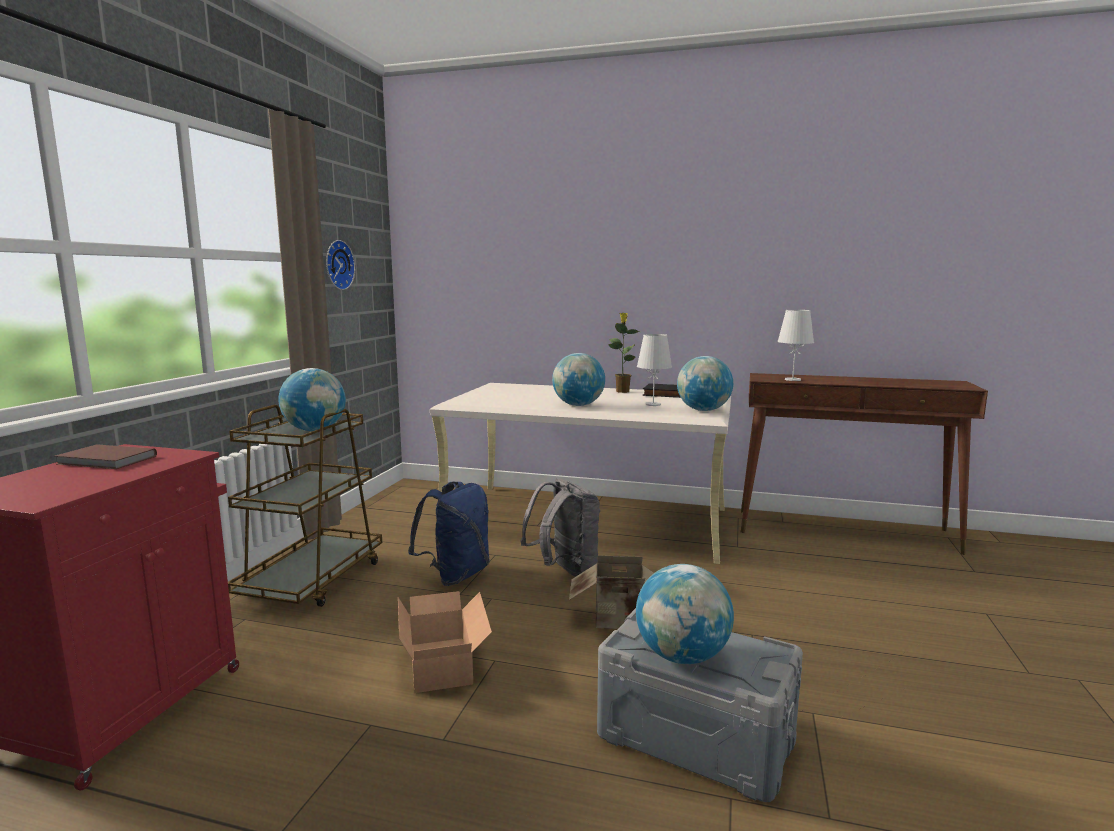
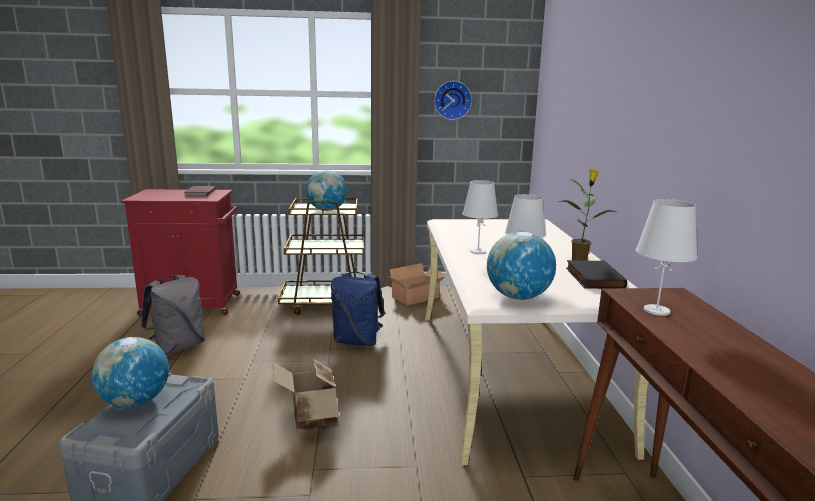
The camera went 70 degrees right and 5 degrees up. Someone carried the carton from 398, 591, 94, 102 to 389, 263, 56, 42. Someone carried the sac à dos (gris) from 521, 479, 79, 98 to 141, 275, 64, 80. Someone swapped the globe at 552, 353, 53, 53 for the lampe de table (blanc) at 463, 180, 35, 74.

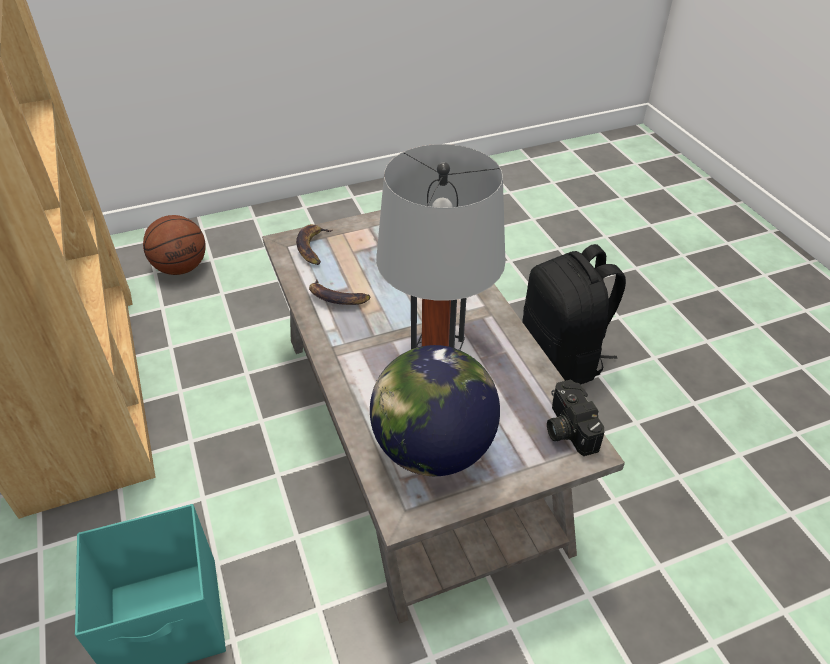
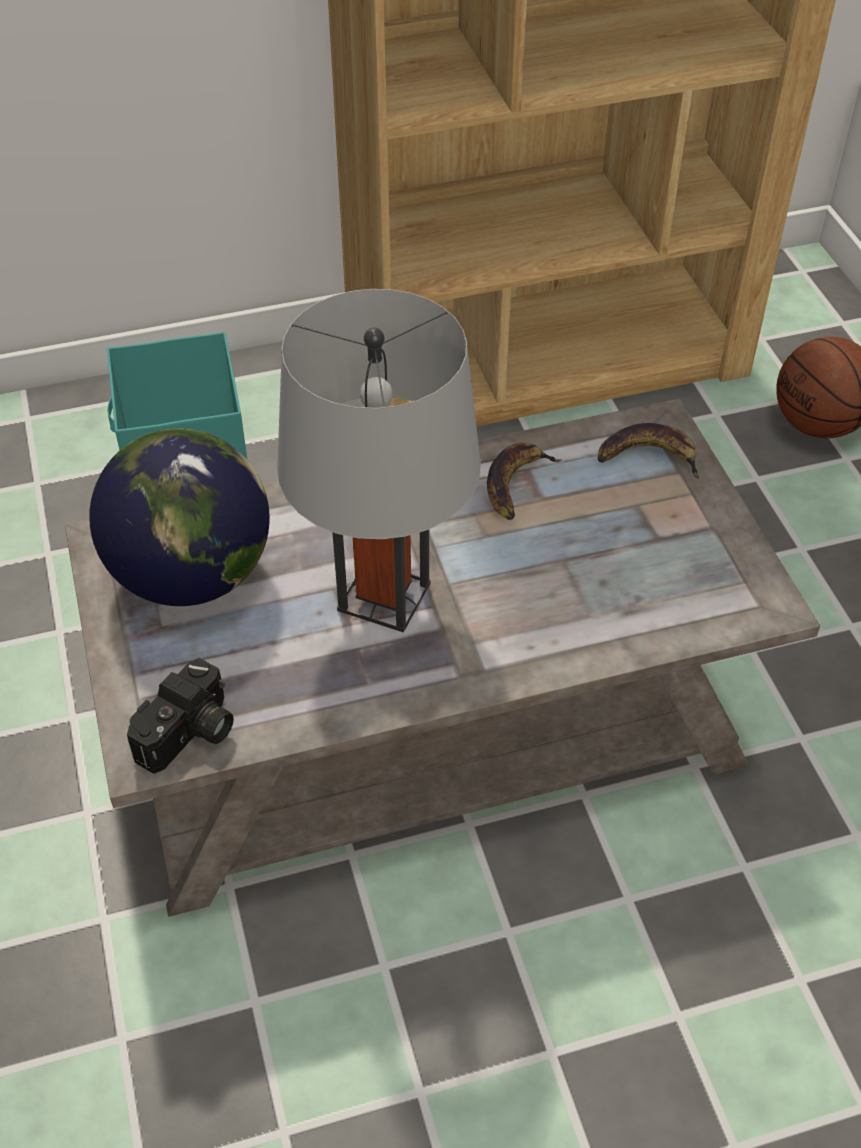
The camera went 95 degrees right and 5 degrees up. Someone took away the sac à dos (noir) at 522, 244, 104, 141. Someone rotated the appareil photo at 547, 379, 57, 77 by 135 degrees clockwise.

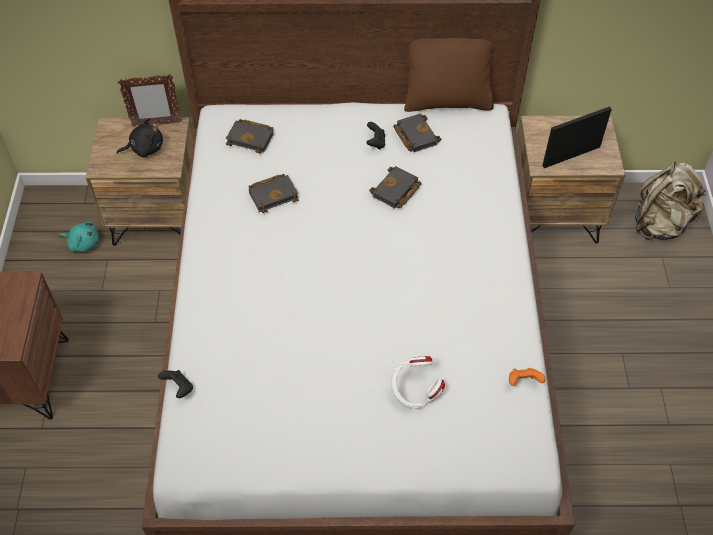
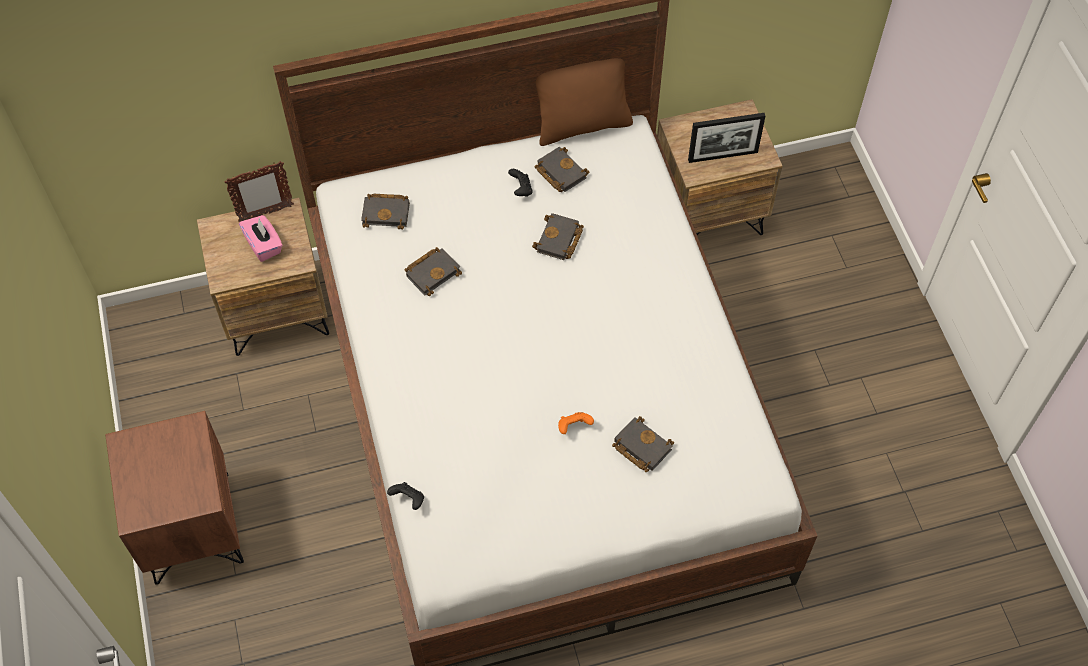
The camera went 15 degrees left and 5 degrees up. Someone took away the peluche (turquoise) at 59, 222, 40, 30. Someone swapped the peluche (noir) at 117, 118, 46, 39 for the boîte à mouchoirs (rose) at 239, 215, 44, 47. Someone swapped the casque audio (blanc) at 390, 356, 55, 52 for the livre (noir) at 612, 416, 62, 56. Someone carried the manette (orange) from 509, 368, 37, 18 to 558, 412, 36, 22. Someone rotated the cadre photo at 542, 106, 70, 62 by 150 degrees counterclockwise. Someone took away the sac à dos (beige) at 635, 161, 72, 79.

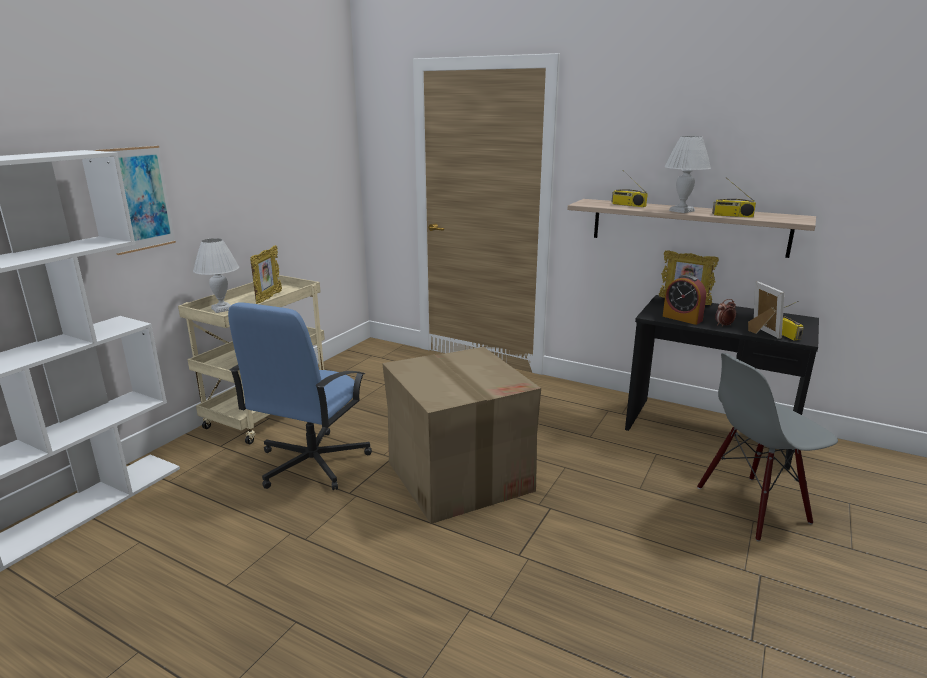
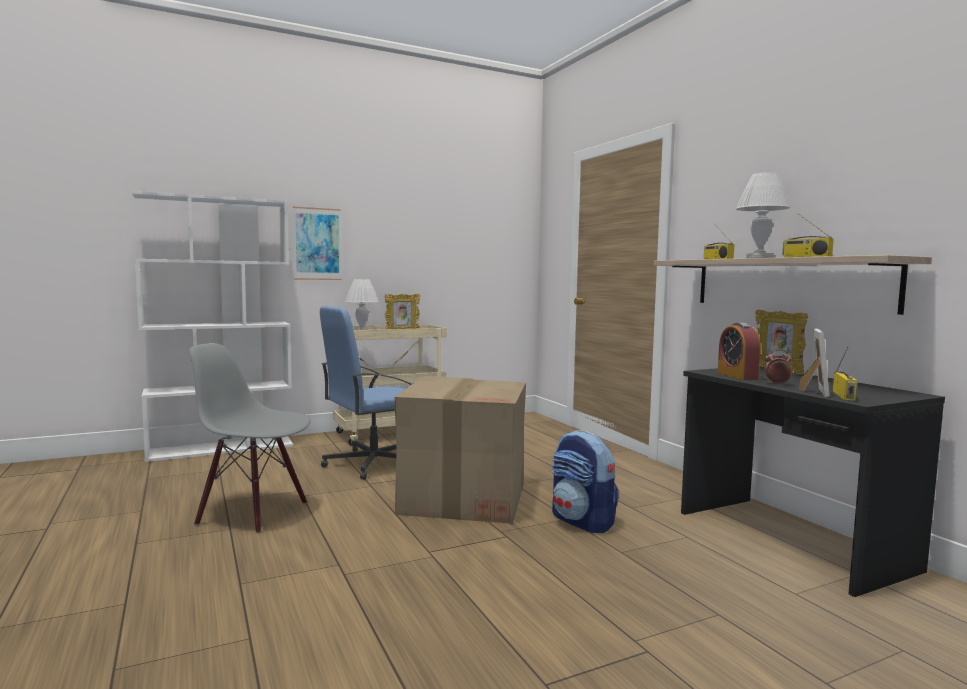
The camera went 35 degrees right and 15 degrees down. Someone carried the chaise (gris) from 697, 353, 141, 188 to 189, 343, 122, 190. Someone put down the sac à dos at 552, 430, 67, 103.

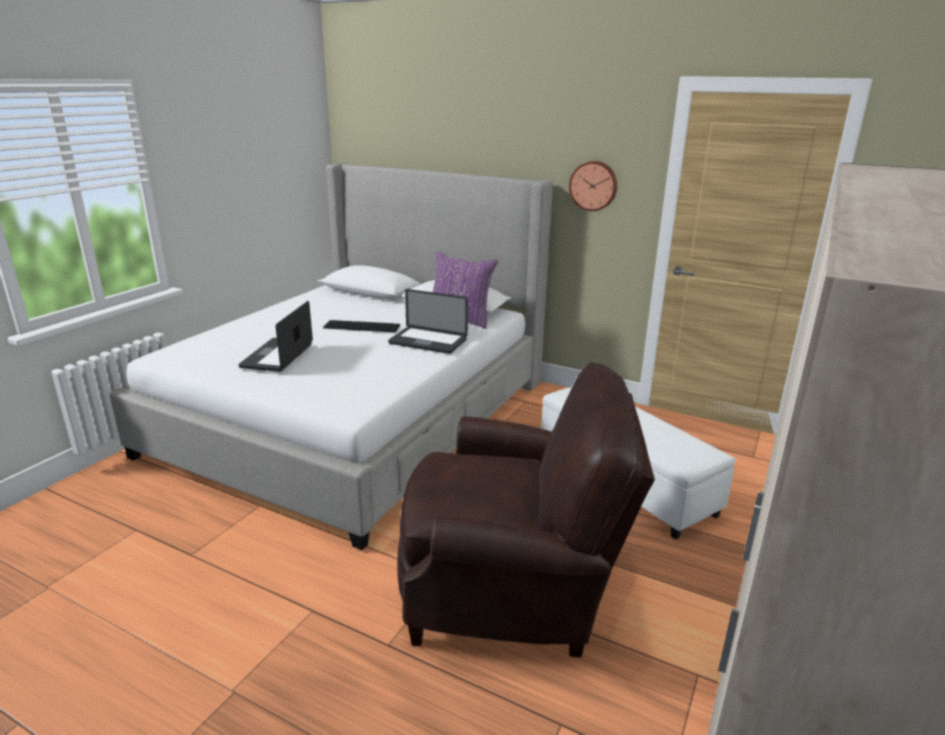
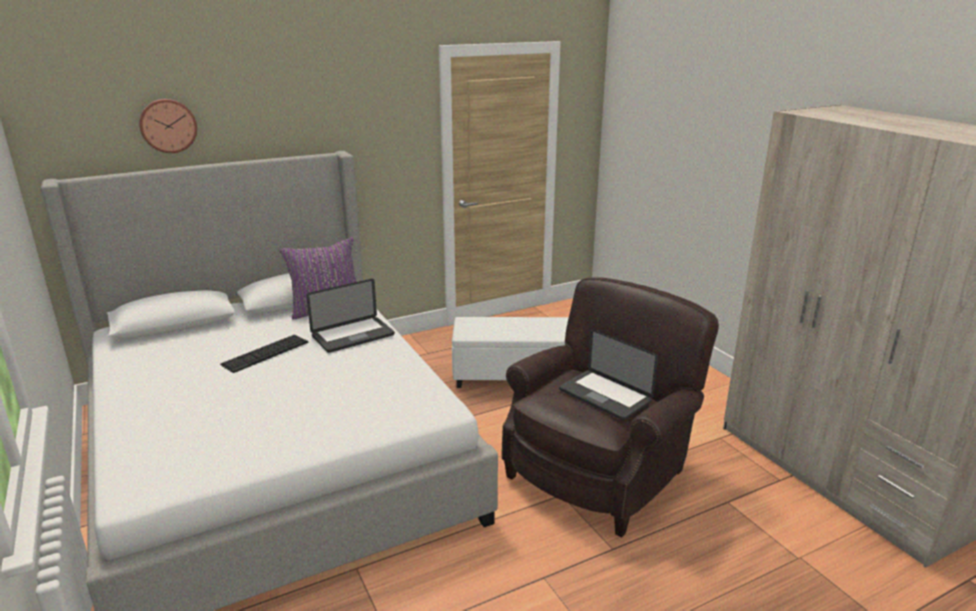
The camera went 55 degrees left and 0 degrees up. Someone carried the ordinateur portable from 239, 301, 74, 71 to 559, 329, 99, 91. Someone carried the horloge murale from 569, 161, 48, 50 to 139, 99, 58, 54.

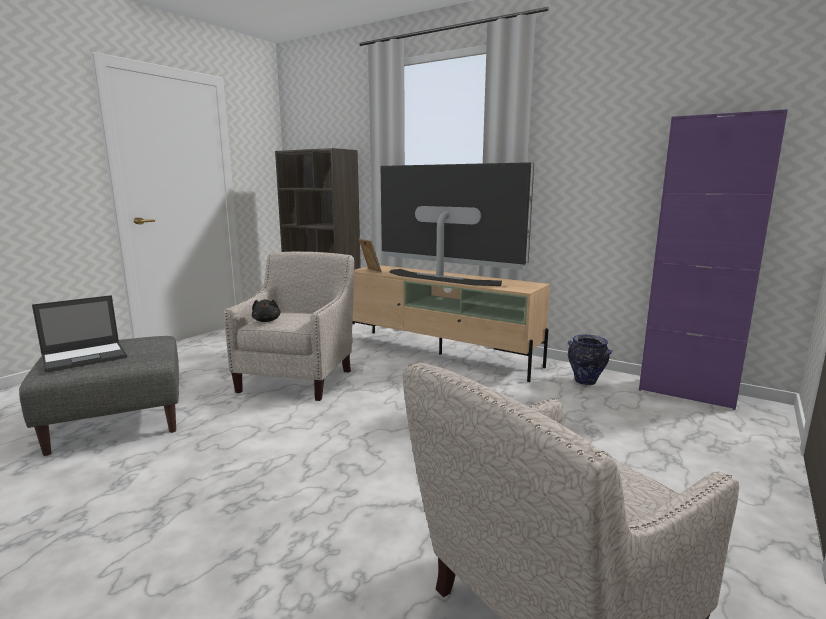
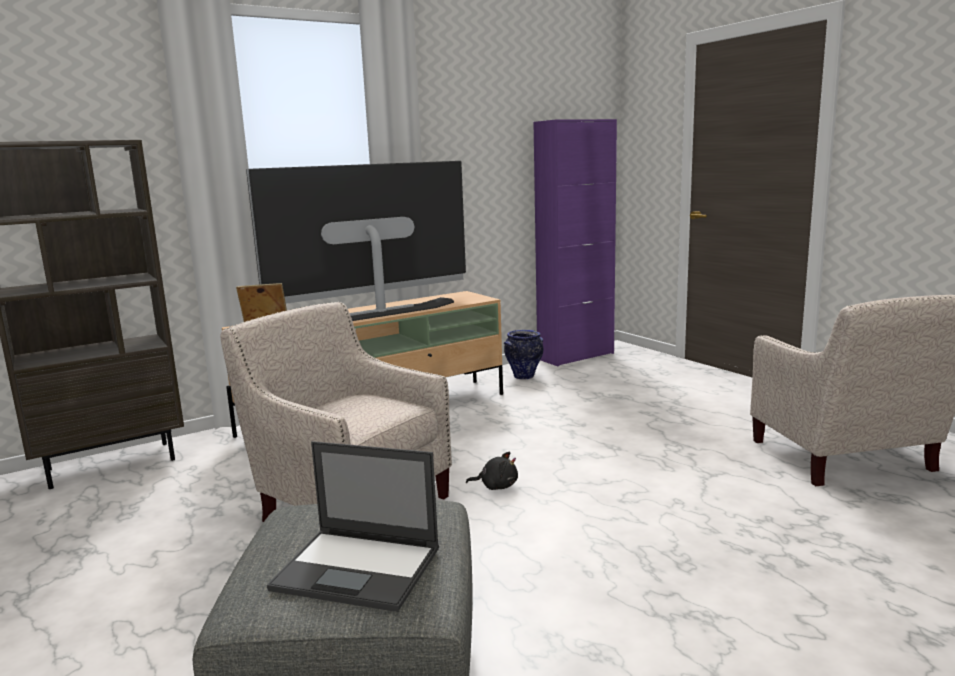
The camera went 65 degrees left and 0 degrees up. Someone rotated the ordinateur portable at 32, 295, 95, 78 by 120 degrees clockwise. Someone carried the peluche (noir) from 252, 299, 29, 23 to 466, 452, 52, 38.

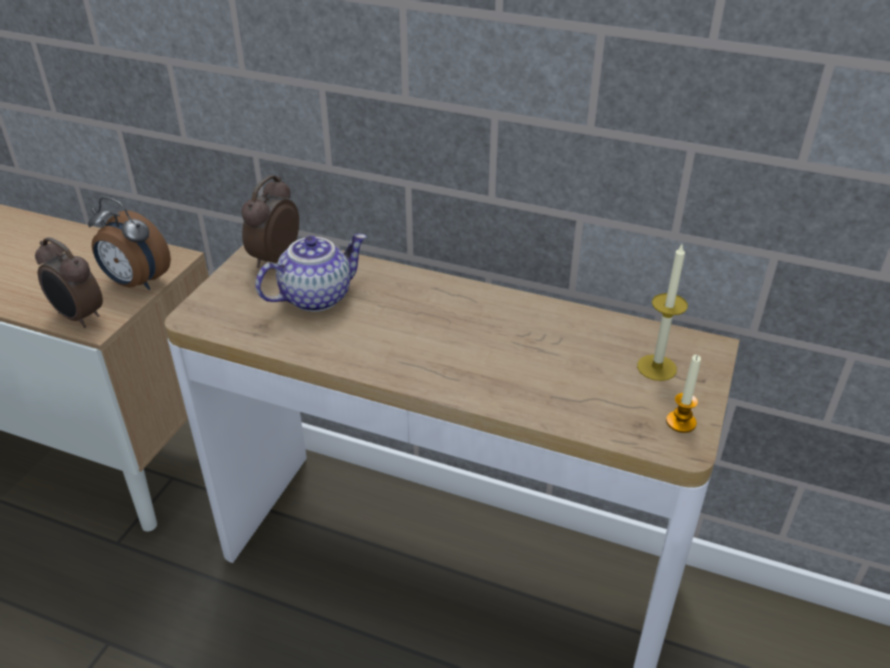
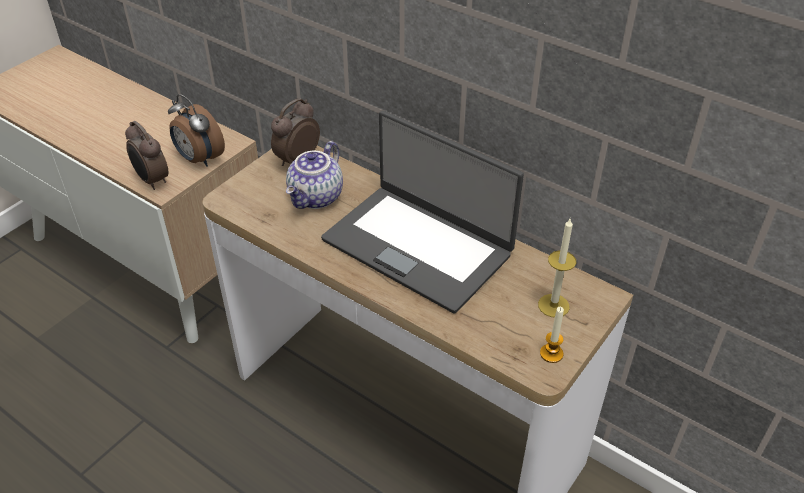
The camera went 15 degrees right and 5 degrees up. Someone rotated the théière at 255, 234, 112, 78 by 135 degrees clockwise. Someone put down the ordinateur portable at 321, 111, 203, 203.

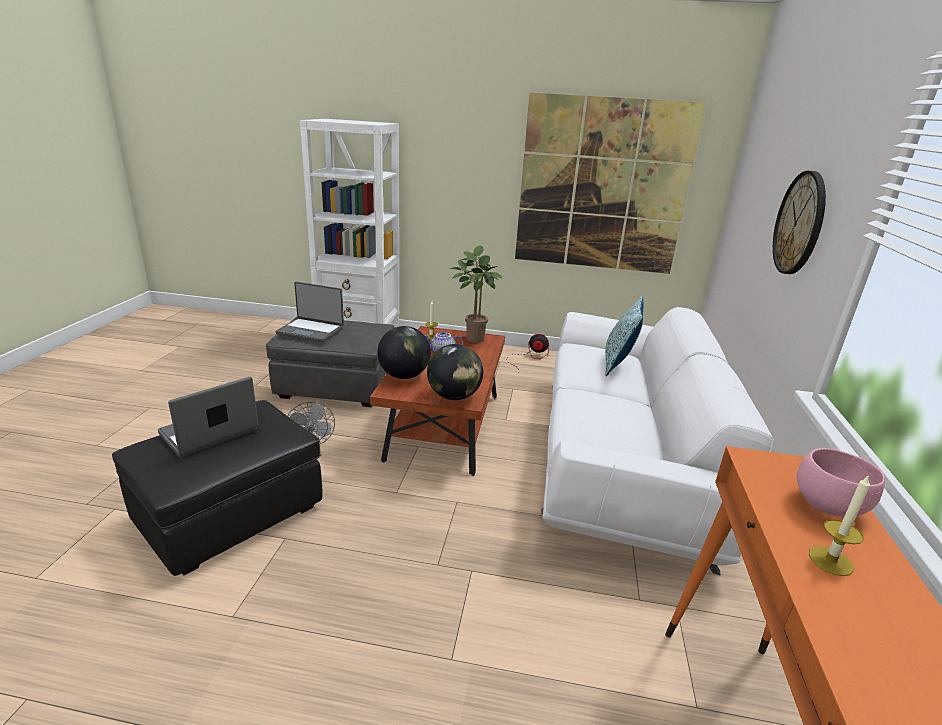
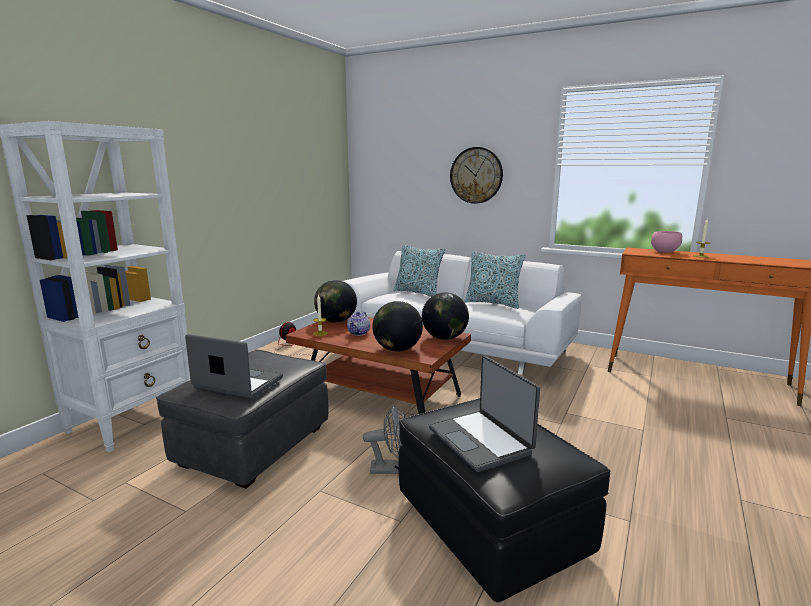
The camera went 70 degrees left and 10 degrees down. Someone rotated the ordinateur portable at 275, 282, 69, 61 by 105 degrees counterclockwise. Someone swapped the plante en pot at 449, 245, 54, 98 for the globe at 314, 280, 43, 43. Someone took away the tableau at 515, 93, 191, 181. Someone put down the coussin at 464, 251, 62, 58.

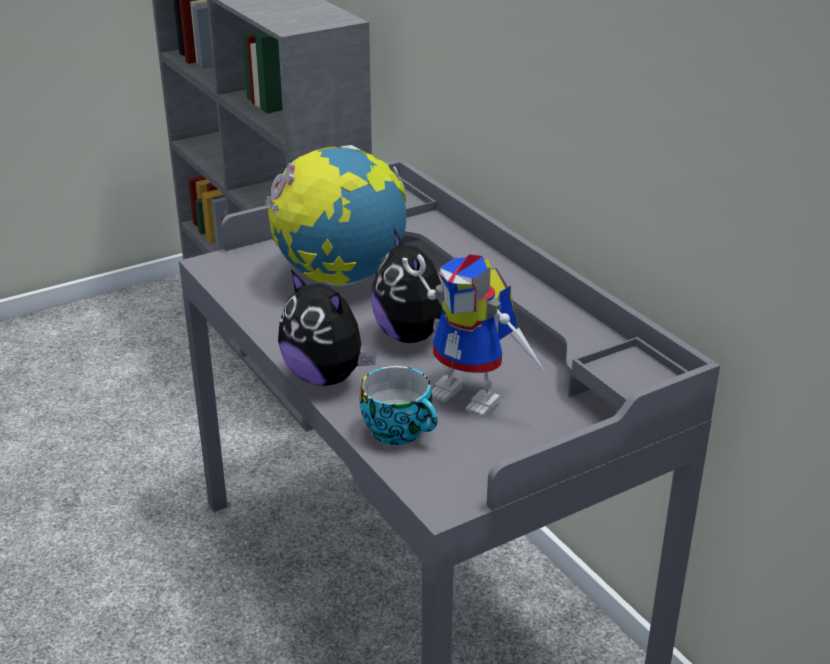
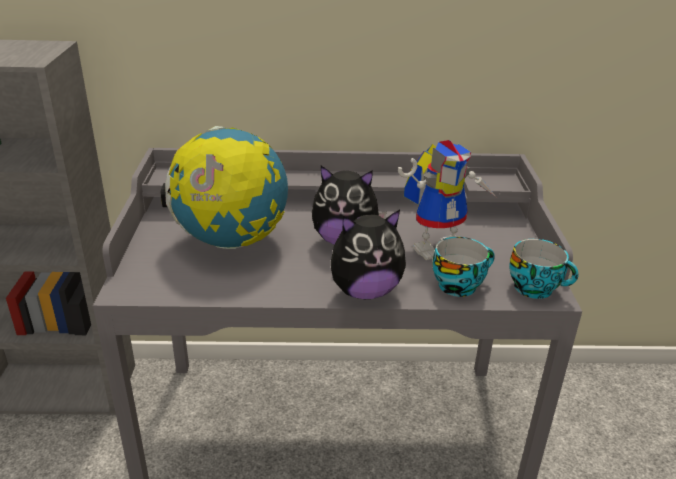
The camera went 60 degrees left and 0 degrees up. Someone put down the tasse at 509, 239, 70, 60.

